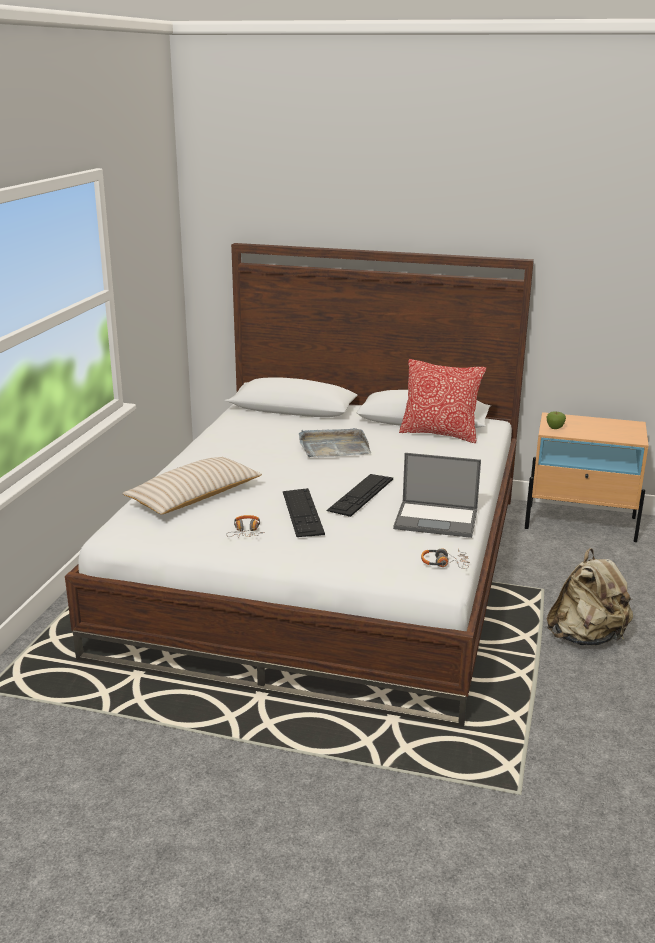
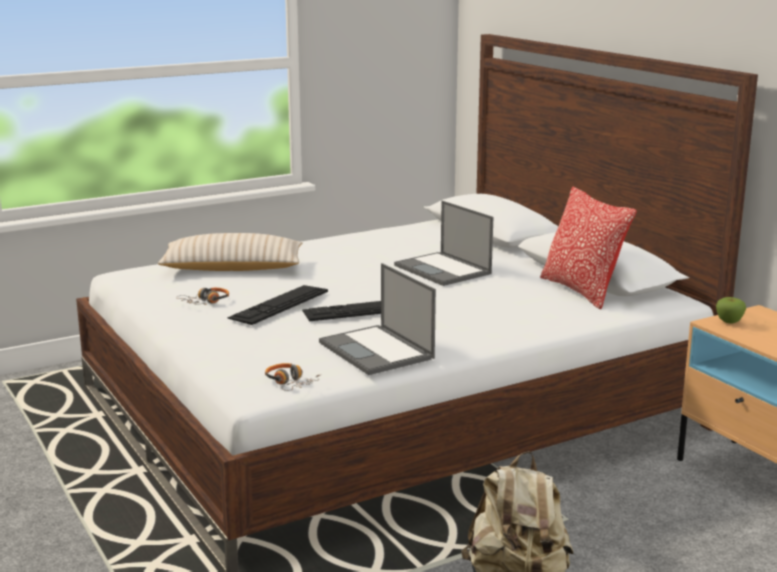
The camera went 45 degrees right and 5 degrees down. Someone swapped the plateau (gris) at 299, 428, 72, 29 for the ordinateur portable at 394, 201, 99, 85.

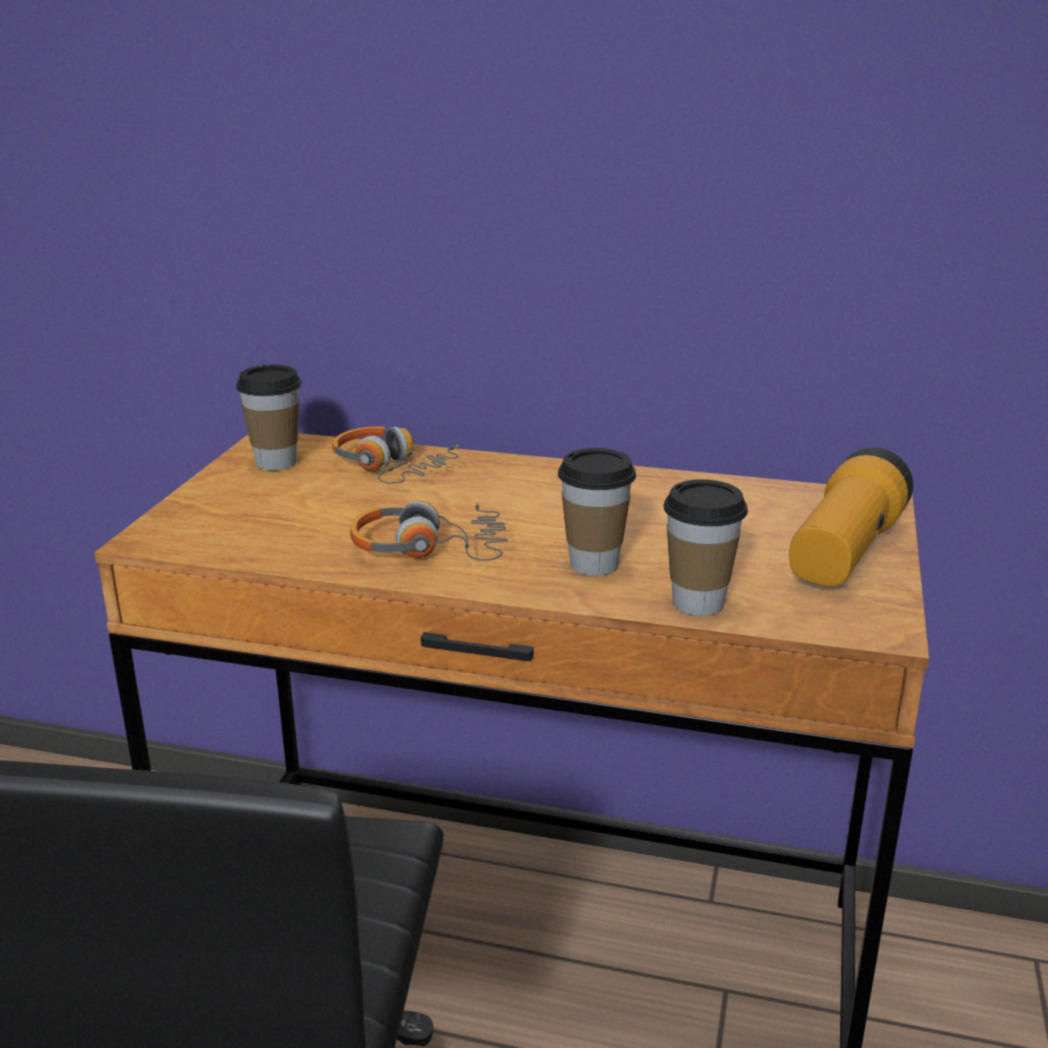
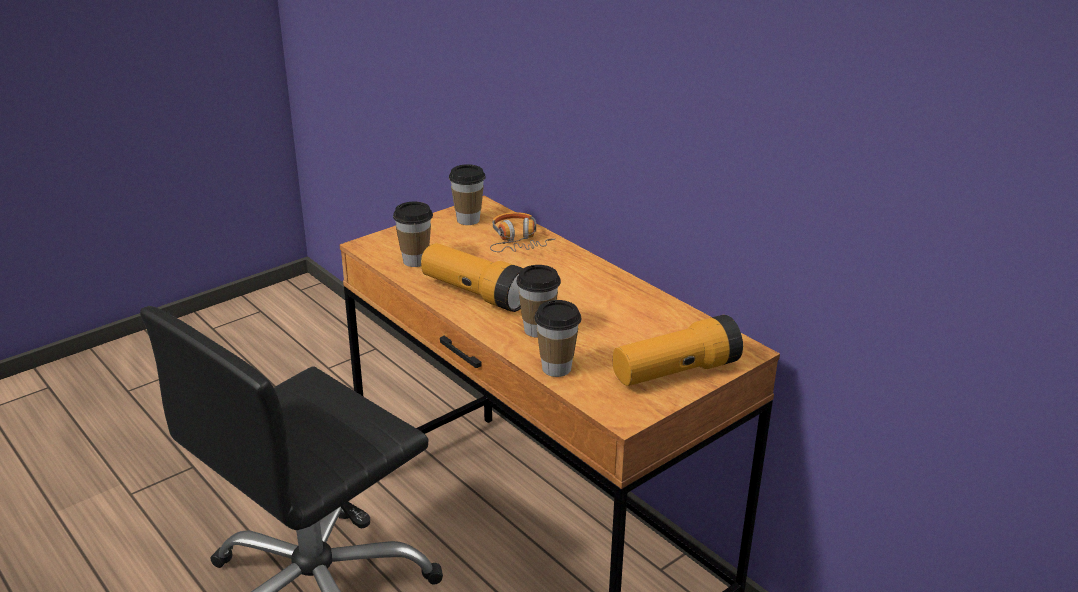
The camera went 35 degrees right and 5 degrees up. Someone swapped the casque audio at 350, 501, 158, 60 for the lampe de poche at 421, 243, 102, 69. Someone put down the tasse at 393, 202, 40, 65.

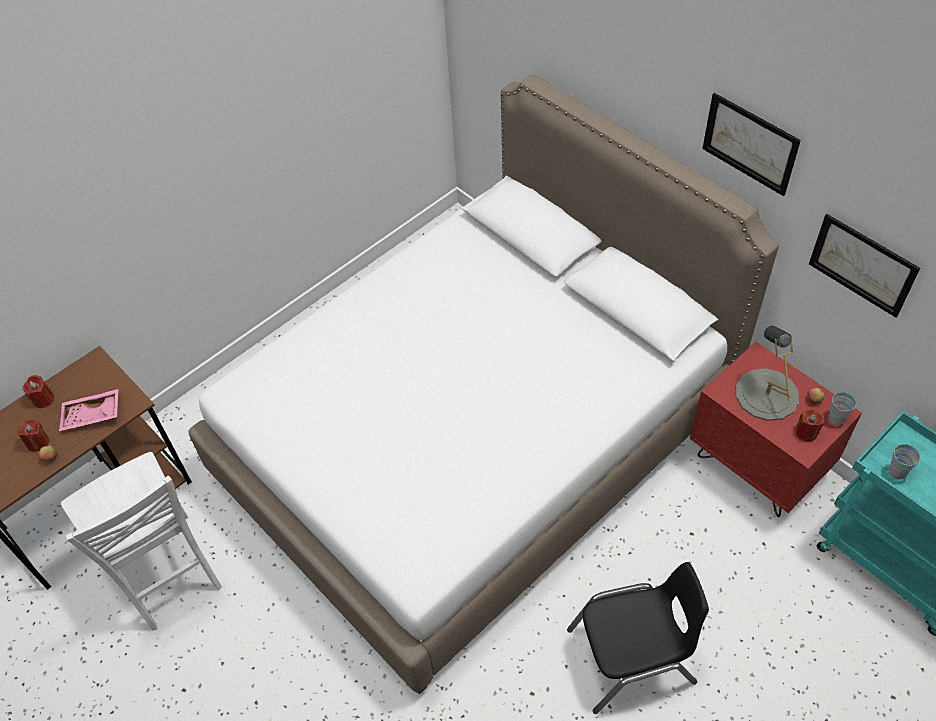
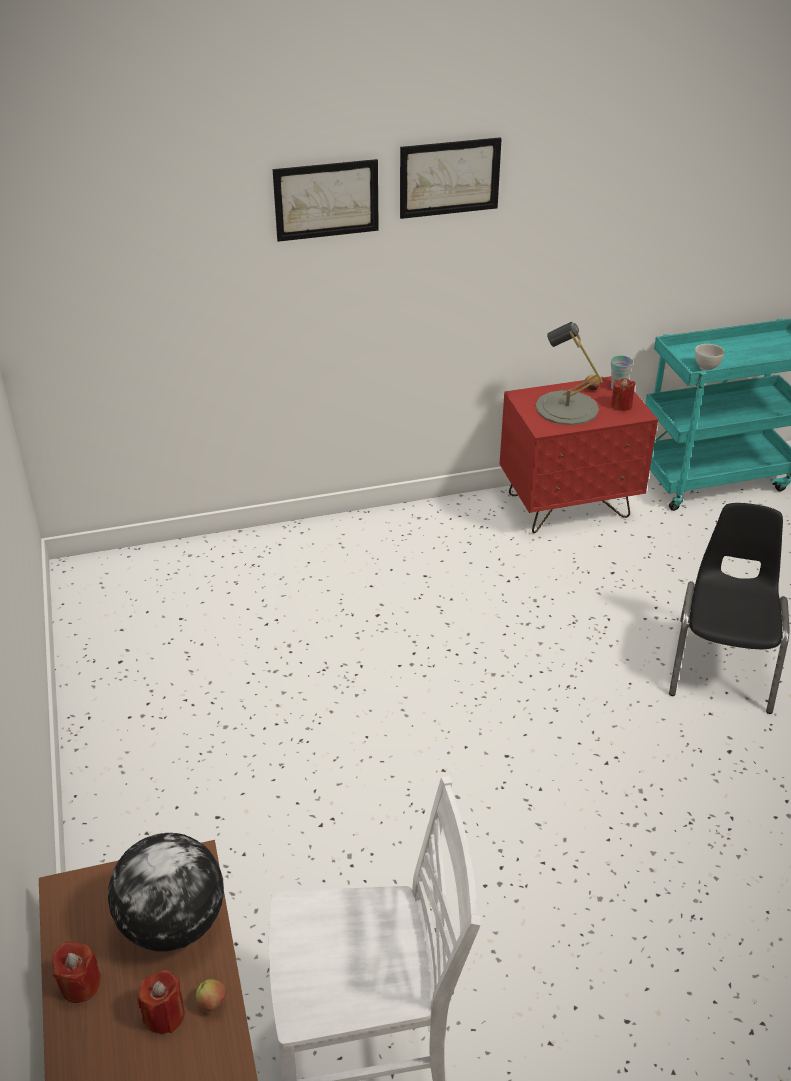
The camera went 65 degrees left and 15 degrees down. Someone swapped the plateau (rose) at 59, 389, 60, 42 for the globe at 108, 833, 116, 119. Someone took away the lit (blanc) at 188, 75, 591, 619. Someone carried the tableau from 809, 214, 111, 104 to 272, 159, 107, 83. Someone swapped the tasse at 888, 444, 32, 36 for the bol (blanc) at 695, 344, 30, 27.

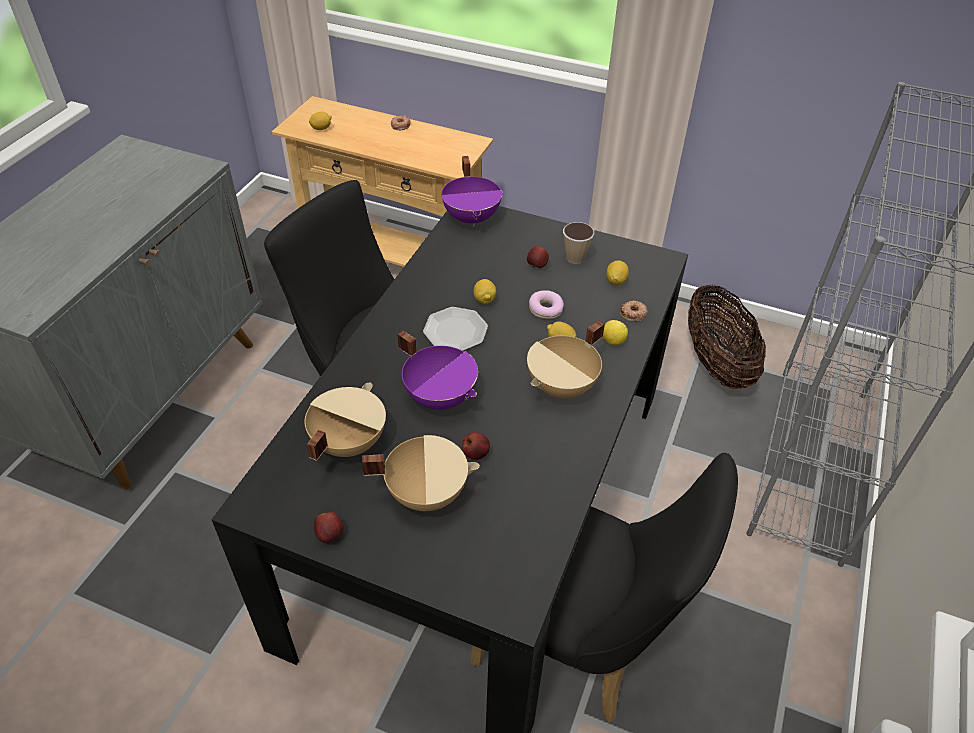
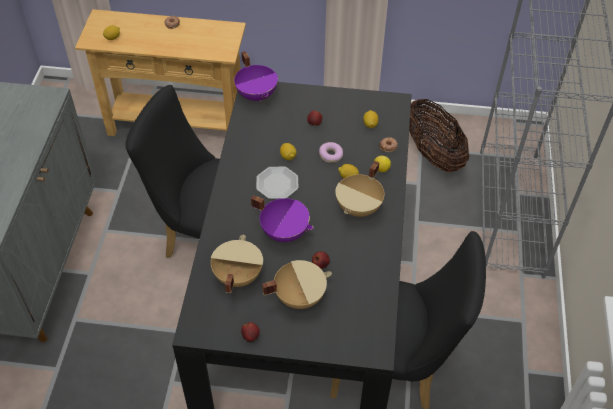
The camera went 15 degrees left and 5 degrees up. Someone took away the tasse at 563, 222, 31, 42.

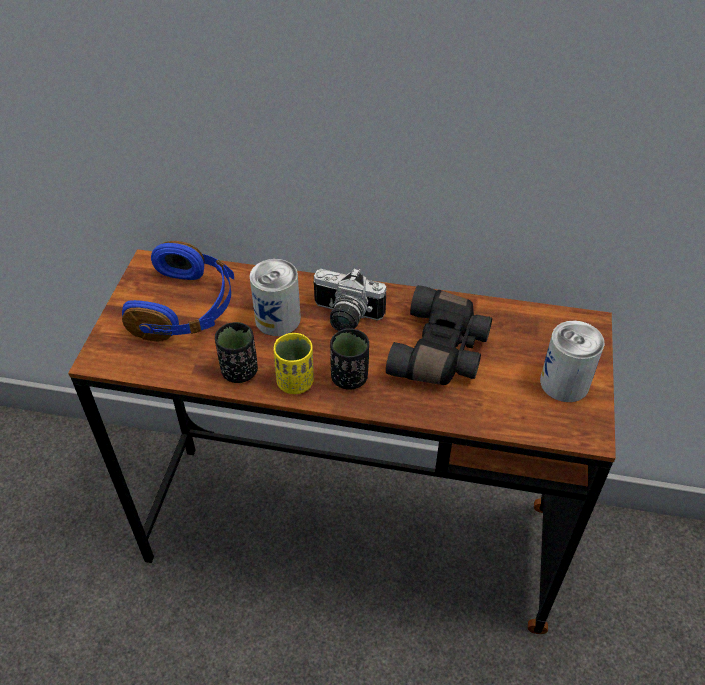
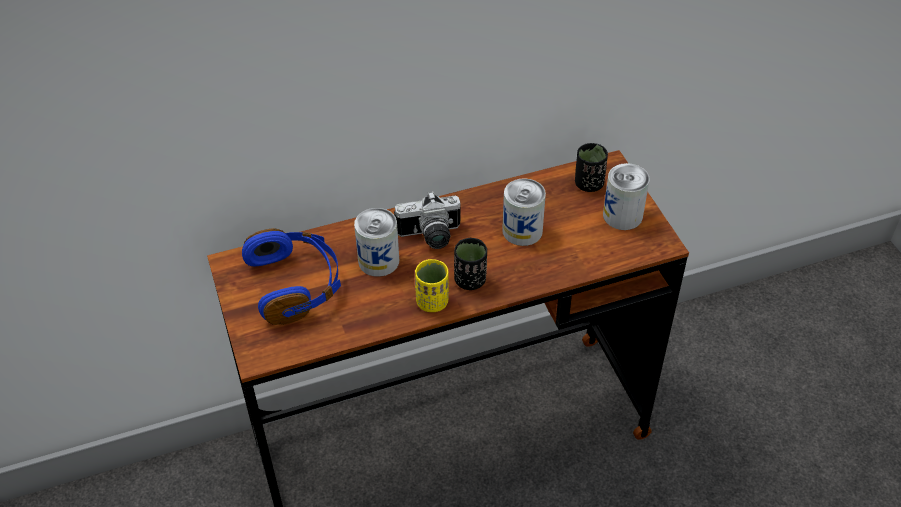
The camera went 30 degrees left and 0 degrees up. Someone carried the tasse (noir) from 215, 322, 43, 61 to 575, 143, 33, 49. Someone swapped the jumelles (noir) at 386, 285, 106, 100 for the boîte métallique at 502, 178, 44, 68.

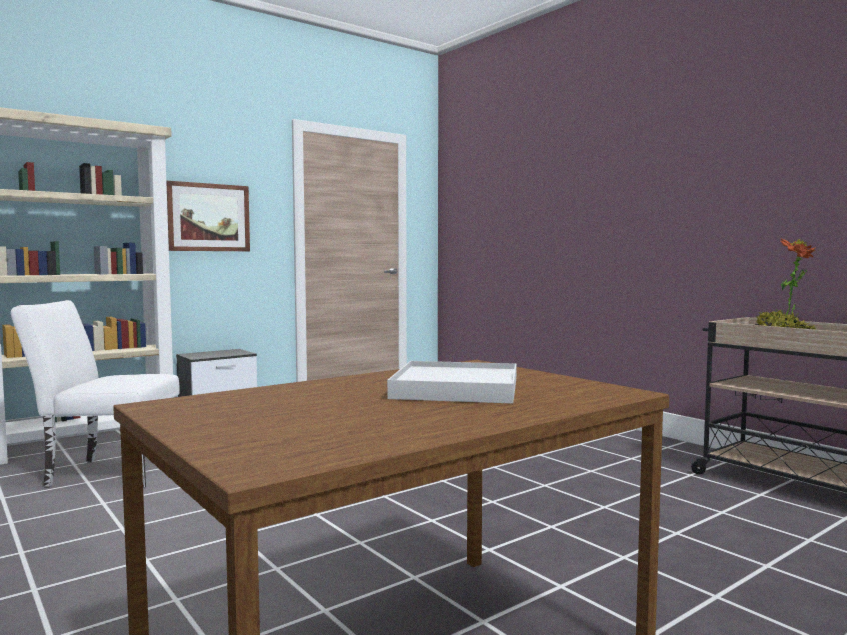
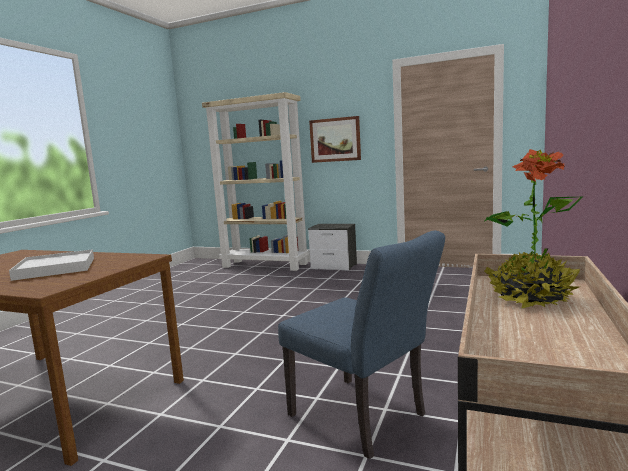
The camera went 60 degrees right and 5 degrees up. Someone took away the chaise (blanc) at 11, 300, 169, 189. Someone put down the chaise (bleu) at 278, 230, 167, 229.

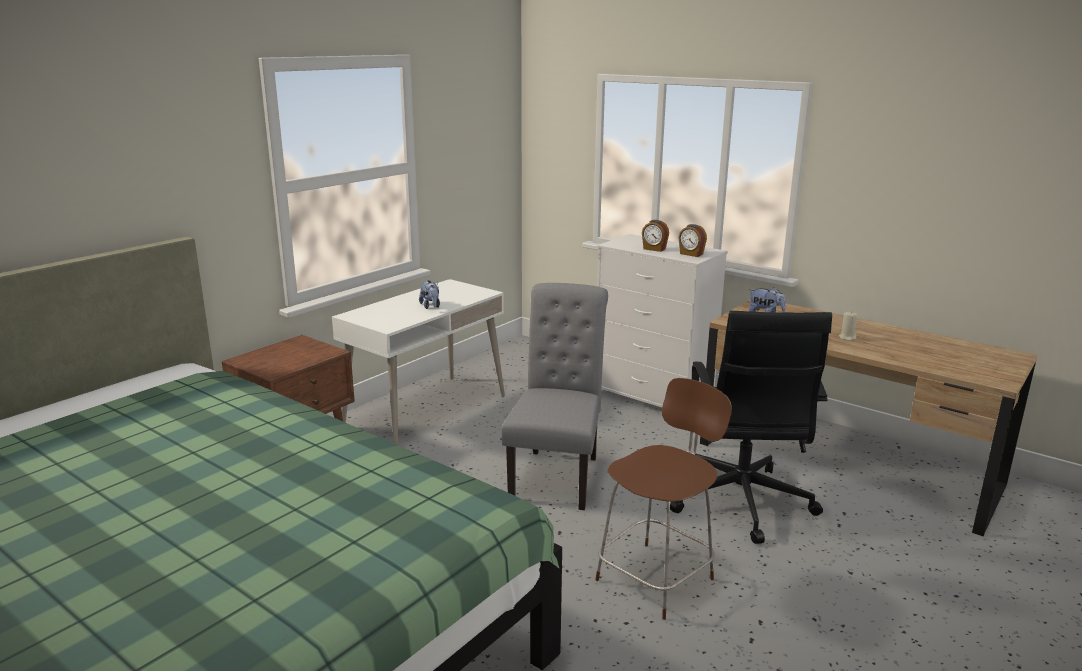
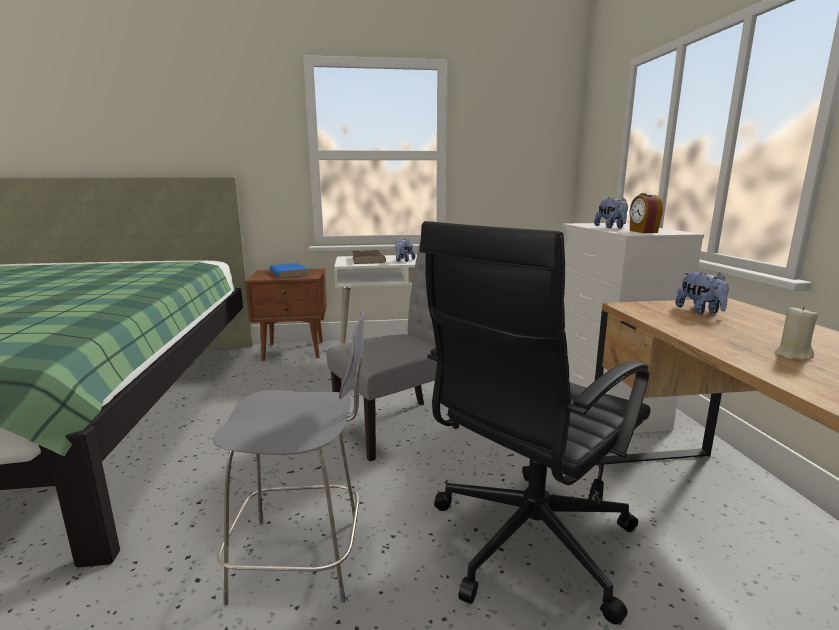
The camera went 45 degrees right and 5 degrees down. Someone repainted the chaise (marron) at 595, 378, 137, 242, which became the chaise (gris) at 213, 309, 152, 297. Someone swapped the réveil at 642, 220, 27, 32 for the peluche at 594, 197, 34, 31. Someone put down the livre (bleu) at 269, 263, 40, 15. Someone put down the livre (marron) at 352, 250, 34, 14.

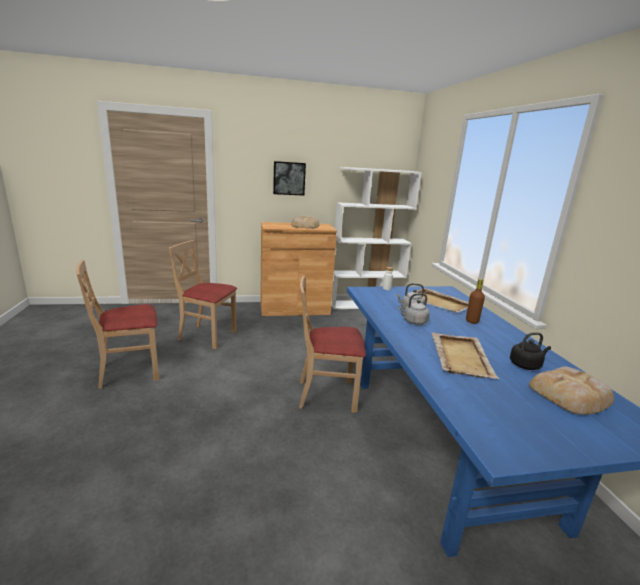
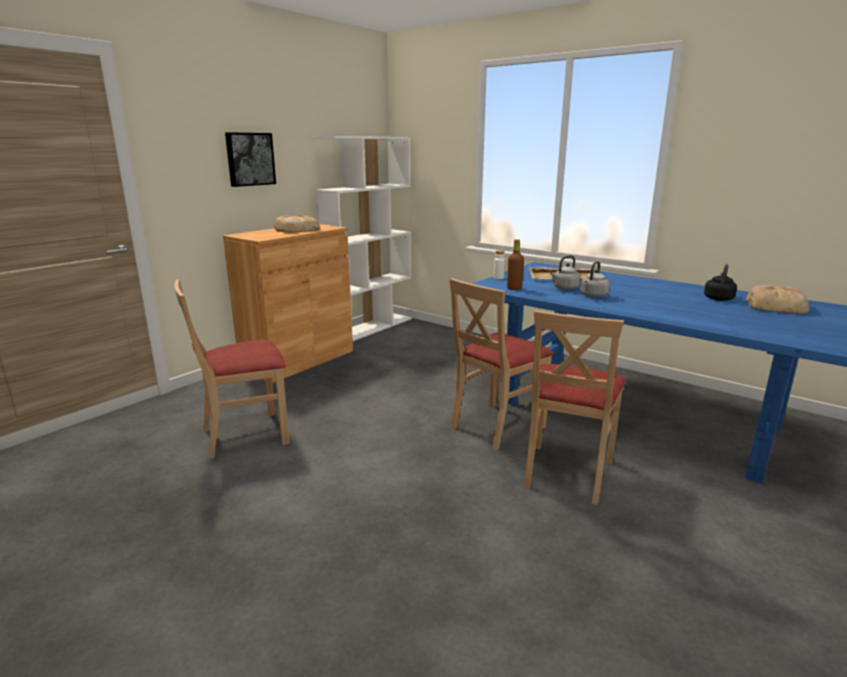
The camera went 40 degrees left and 0 degrees up. Someone carried the chaise (beige) from 76, 260, 83, 129 to 524, 310, 102, 195. Someone took away the plateau (beige) at 432, 332, 67, 47. Someone carried the bouteille (marron) from 466, 279, 19, 45 to 507, 239, 17, 51.

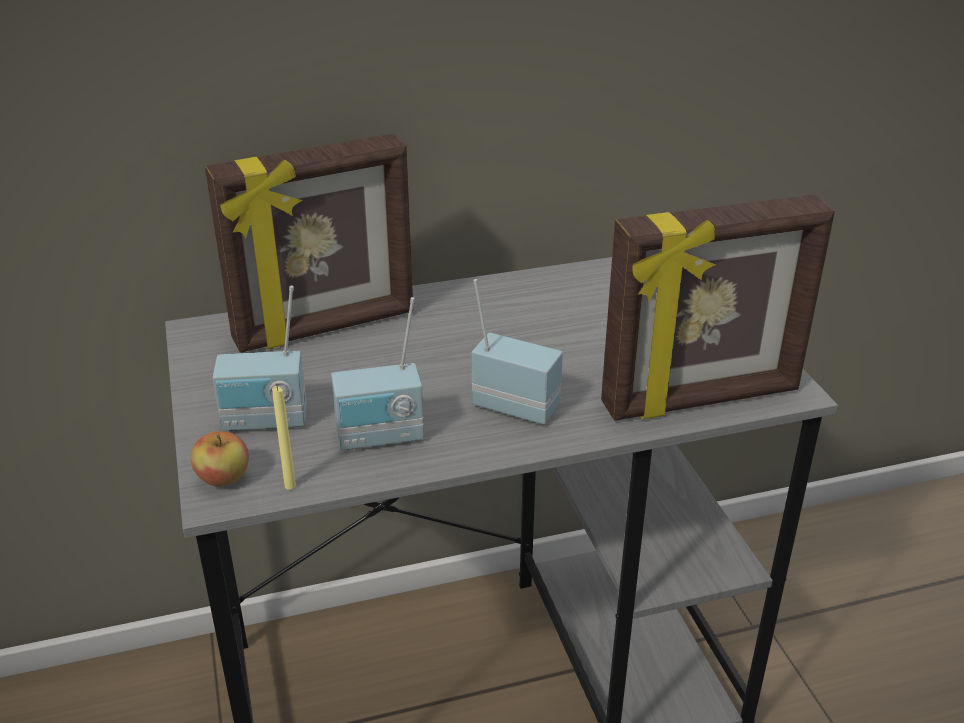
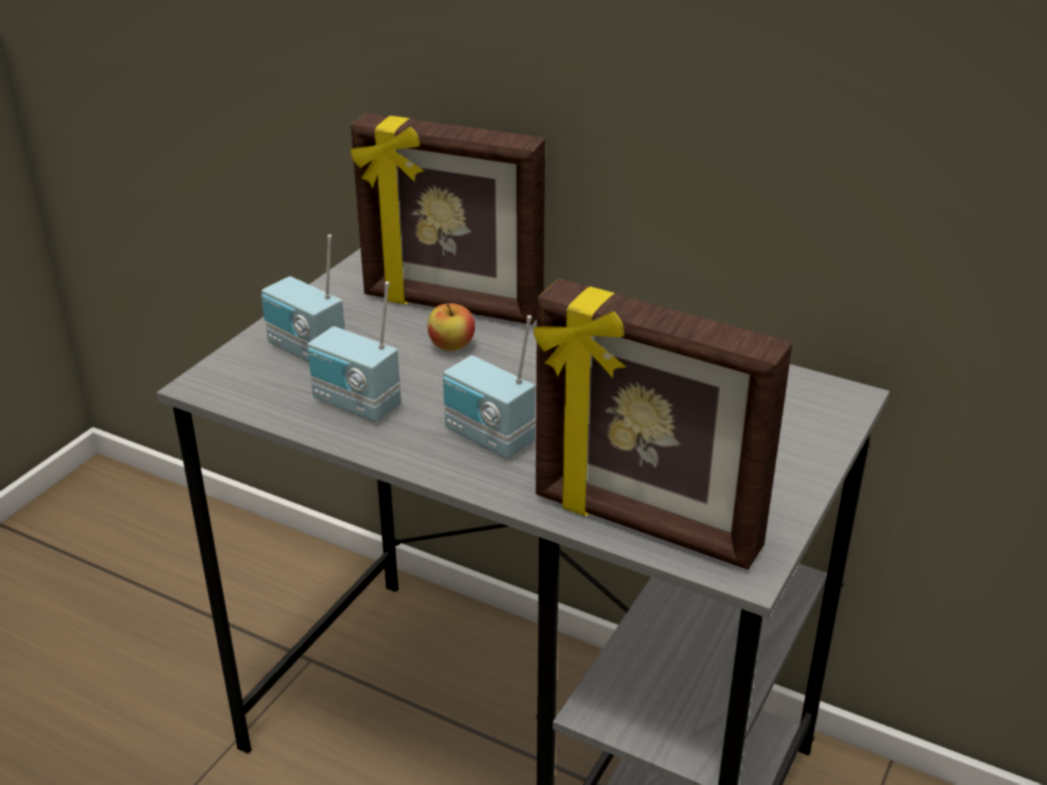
The camera went 45 degrees right and 0 degrees up. Someone carried the pomme from 191, 431, 58, 56 to 427, 304, 48, 47. Someone took away the bougie (jaune) at 272, 386, 24, 104. Someone rotated the radio at 472, 279, 91, 145 by 150 degrees clockwise.

